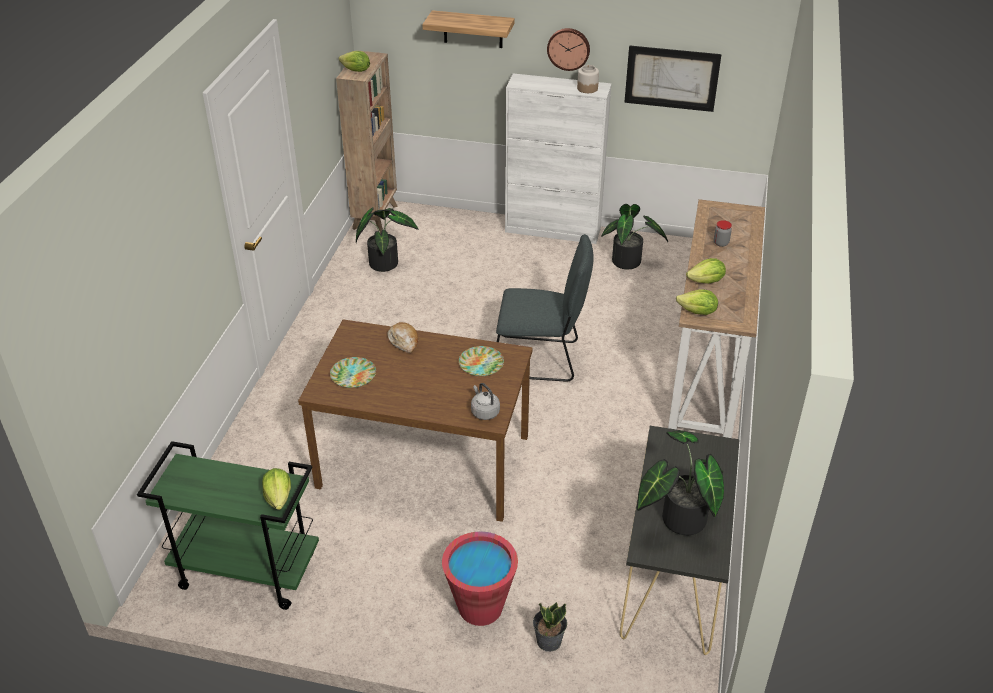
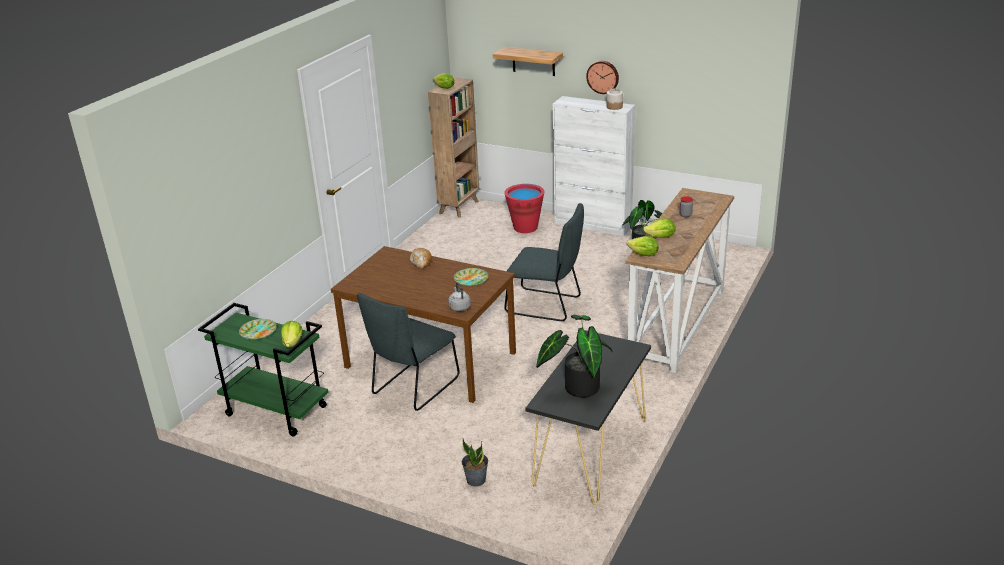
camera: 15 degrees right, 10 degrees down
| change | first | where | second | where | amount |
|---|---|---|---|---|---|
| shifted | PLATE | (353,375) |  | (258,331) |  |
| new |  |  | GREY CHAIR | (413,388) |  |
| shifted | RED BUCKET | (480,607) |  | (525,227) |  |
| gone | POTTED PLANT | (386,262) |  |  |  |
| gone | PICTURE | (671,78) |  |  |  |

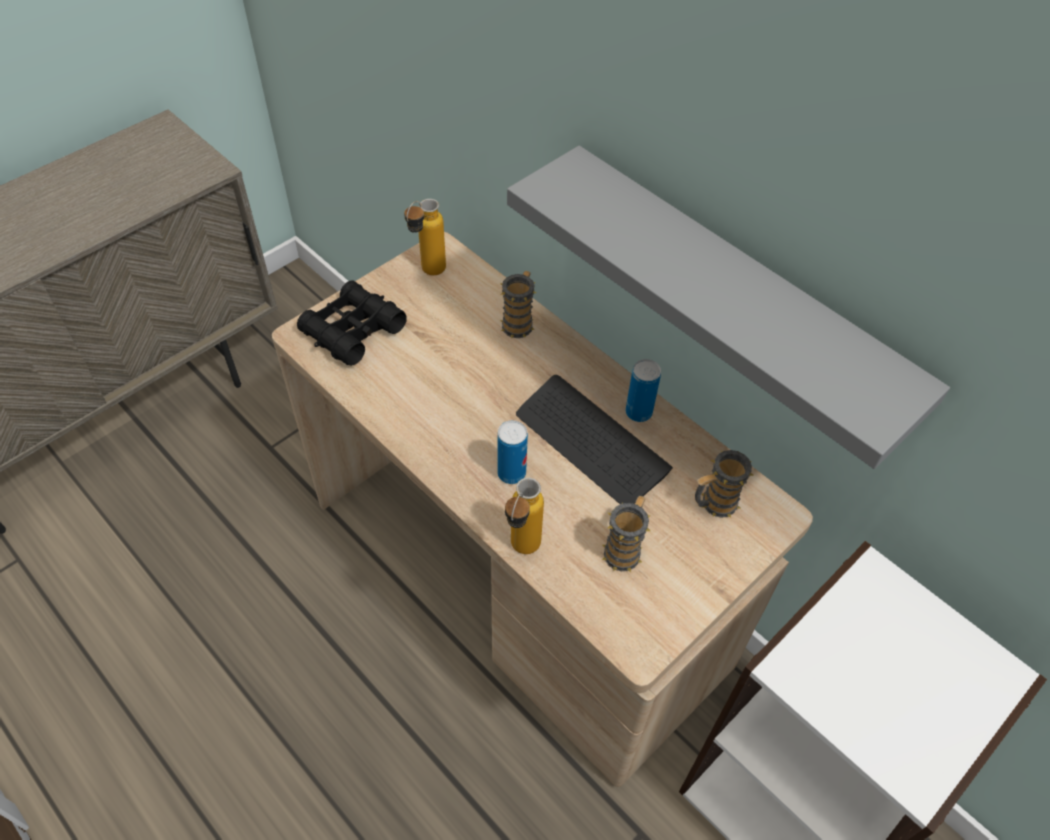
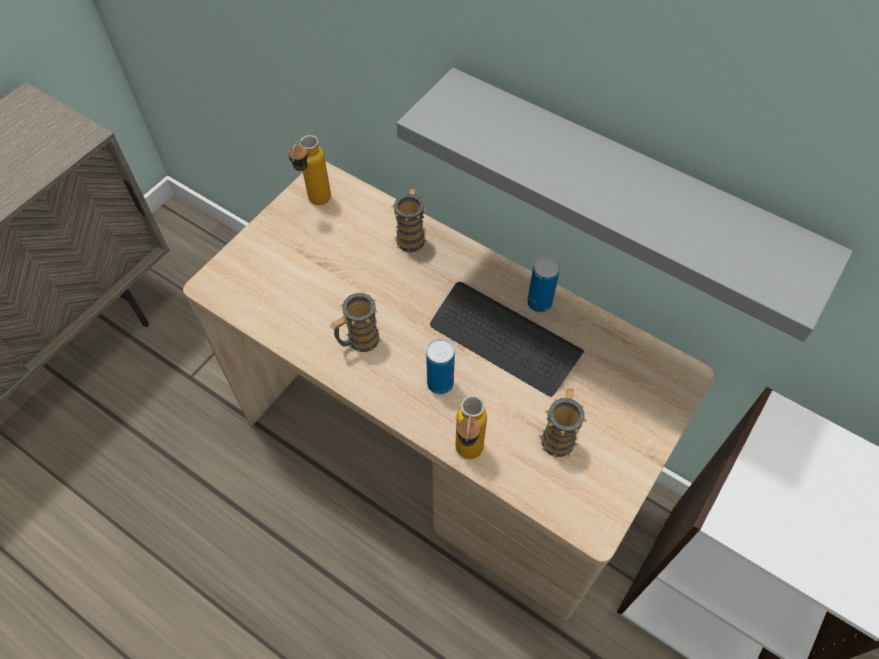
camera: 10 degrees left, 5 degrees up
| change | first | where | second | where | amount |
|---|---|---|---|---|---|
| shifted | MUG | (713,504) |  | (358,342) |  |
| gone | BLACK BINOCULARS | (352,331) |  |  |  |

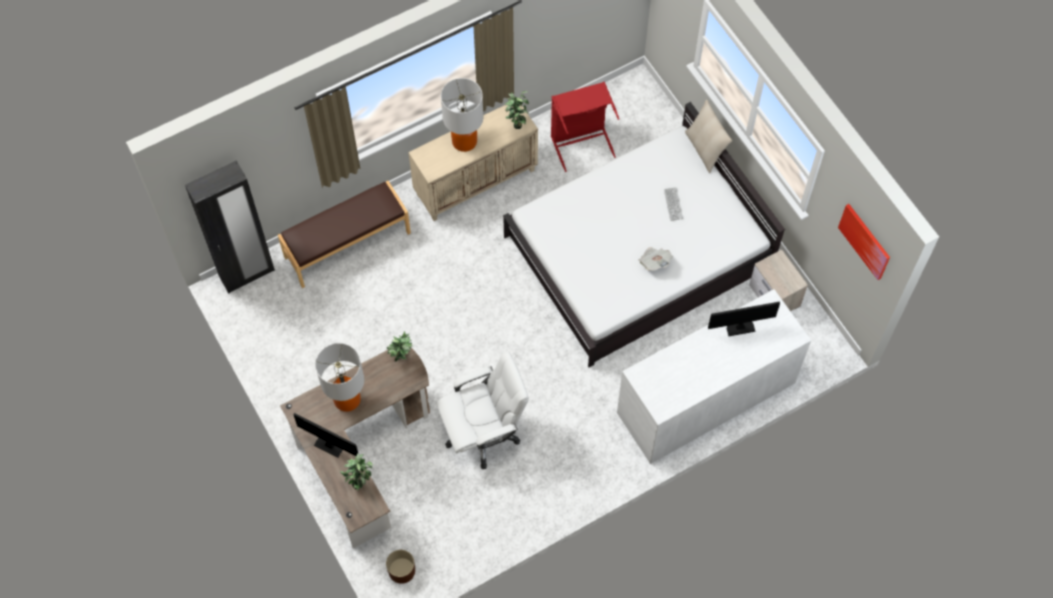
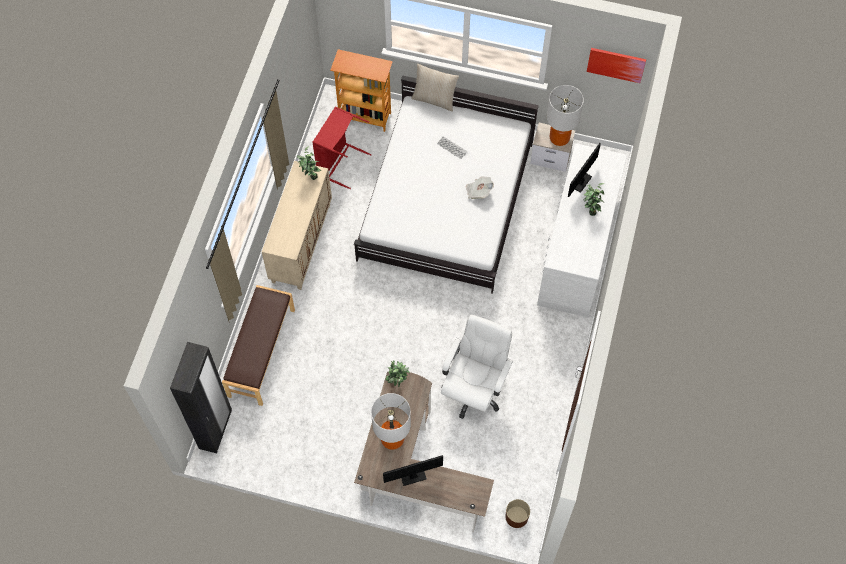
camera: 45 degrees left, 0 degrees up
| change | first | where | second | where | amount |
|---|---|---|---|---|---|
| new |  |  | BOOKCASE | (365,116) |  |
| shifted | TABLE LAMP | (464,141) |  | (559,137) |  |
| shifted | POTTED PLANT | (360,480) |  | (590,209) |  |

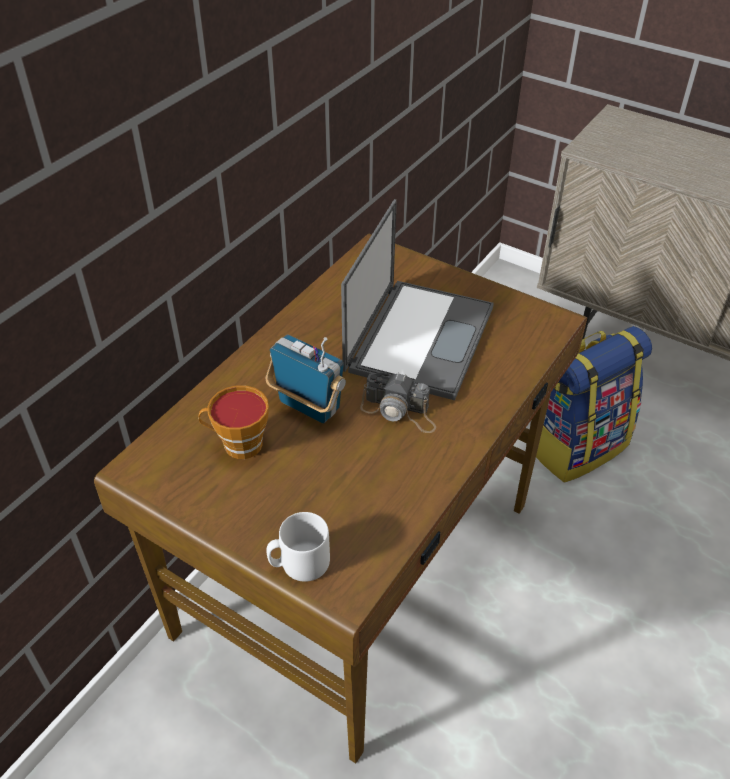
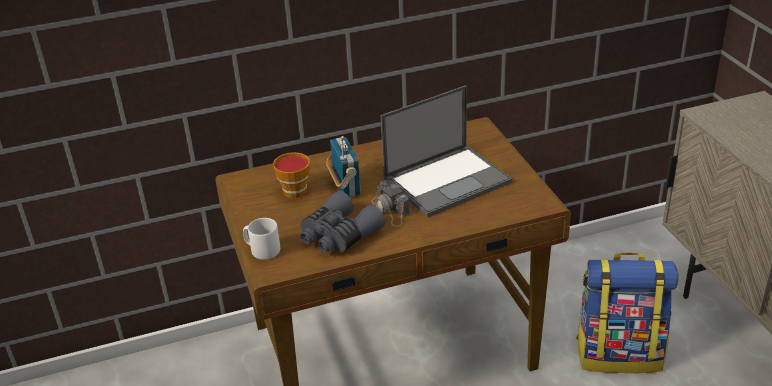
camera: 40 degrees right, 10 degrees down
| change | first | where | second | where | amount |
|---|---|---|---|---|---|
| new |  |  | GREY BINOCULARS | (338,235) |  |

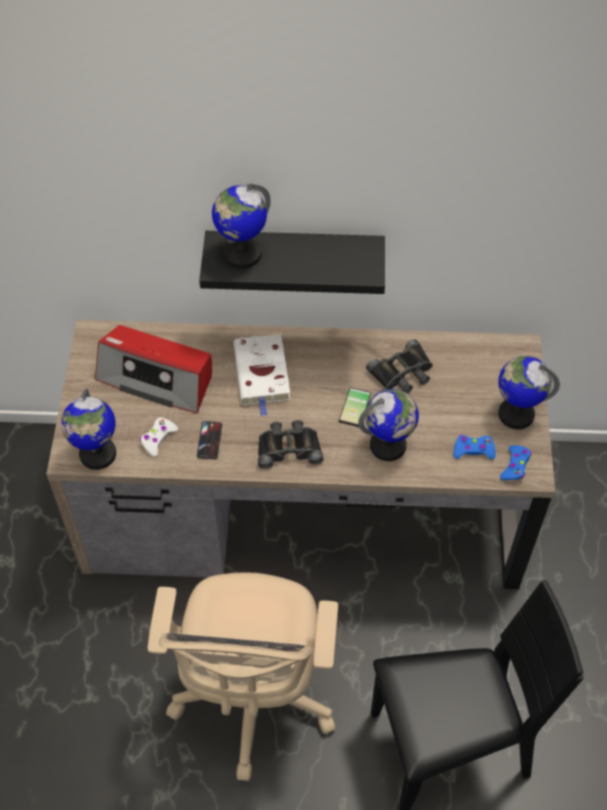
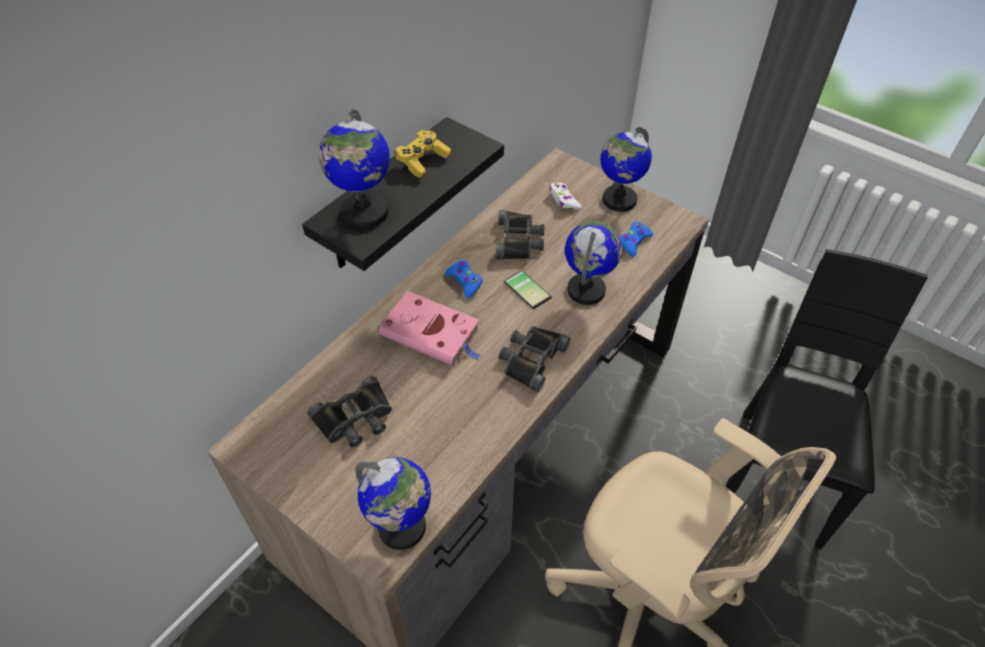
camera: 55 degrees left, 5 degrees down
| change | first | where | second | where | amount |
|---|---|---|---|---|---|
| swapped | RADIO | (157,378) | BLACK BINOCULARS | (355,419) |  |
| repainted | WHITE BOOK | (262,375) | PINK BOOK | (433,333) |  |
| new |  |  | YELLOW GAME CONTROLLER | (422,161) |  |
| shifted | BLUE GAME CONTROLLER | (515,466) |  | (465,282) |  |
| shifted | WHITE GAME CONTROLLER | (158,439) |  | (564,200) |  |
| gone | PHONE | (209,440) |  |  |  |

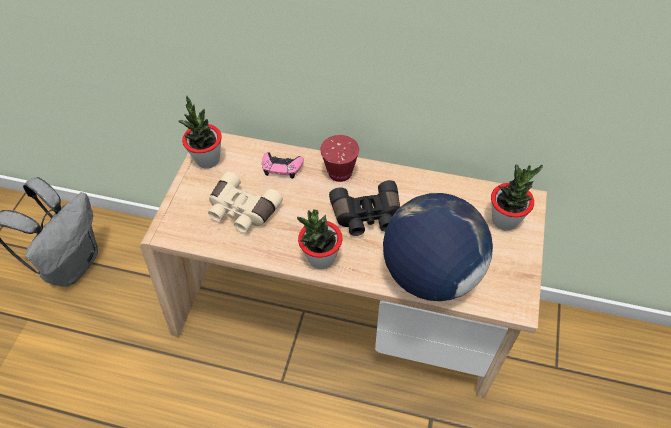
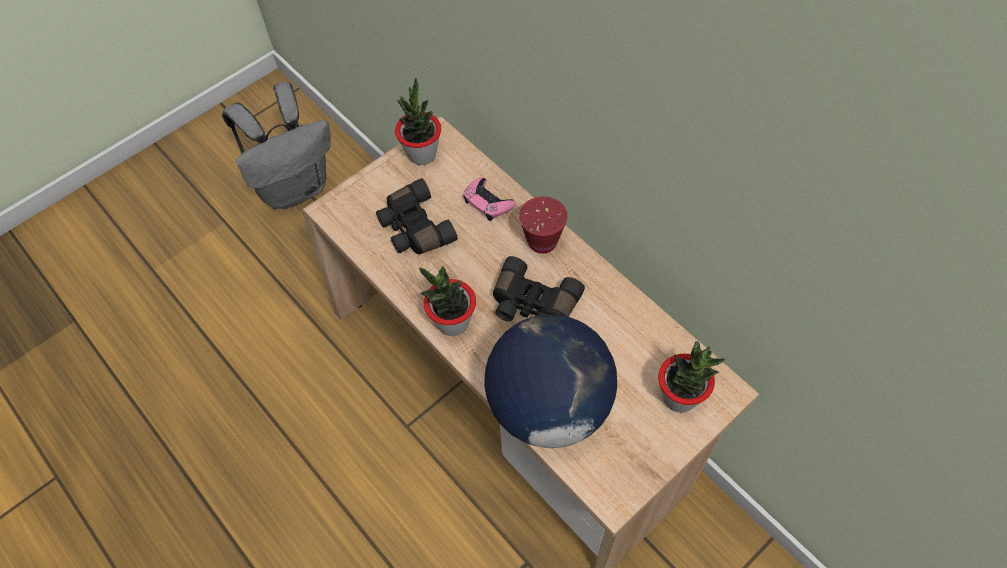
camera: 35 degrees right, 5 degrees up
| change | first | where | second | where | amount |
|---|---|---|---|---|---|
| repainted | BEIGE BINOCULARS | (241,211) | BLACK BINOCULARS | (414,228) |  |

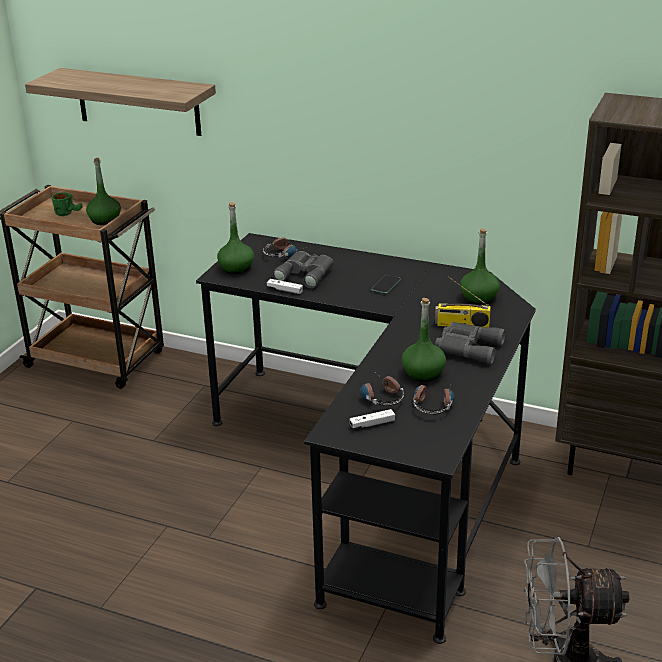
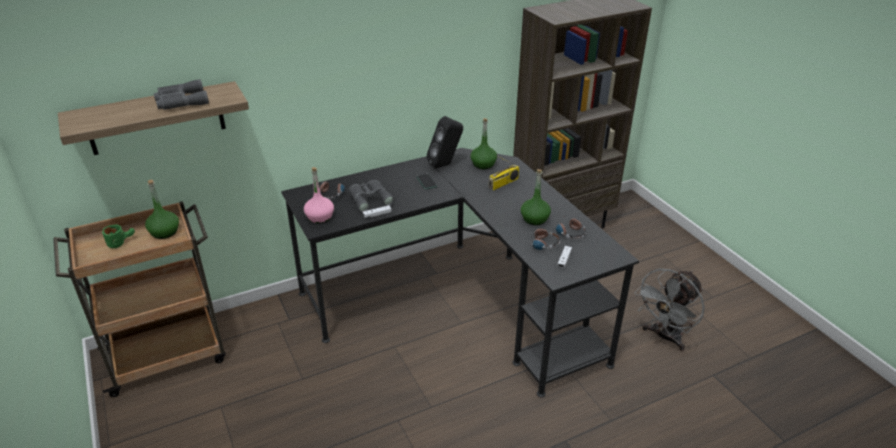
camera: 50 degrees left, 5 degrees up
| change | first | where | second | where | amount |
|---|---|---|---|---|---|
| shifted | GREY BINOCULARS | (467,347) |  | (180,101) |  |
| repainted | GREEN BOTTLE | (236,268) | PINK BOTTLE | (320,217) |  |
| new |  |  | BLACK SPEAKER | (445,165) |  |

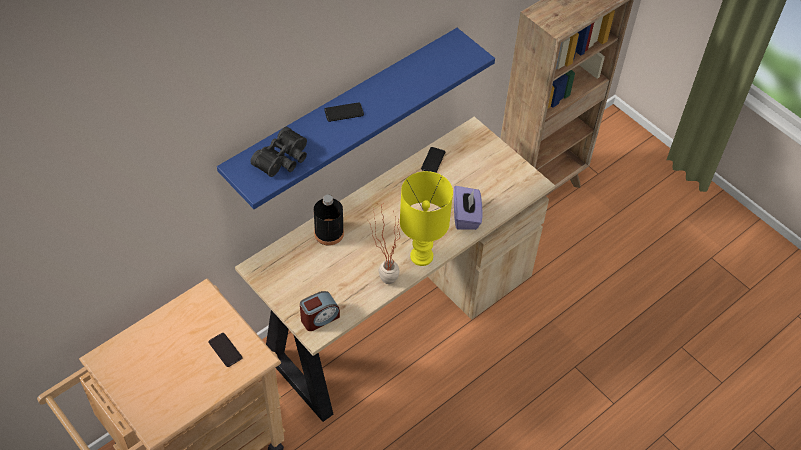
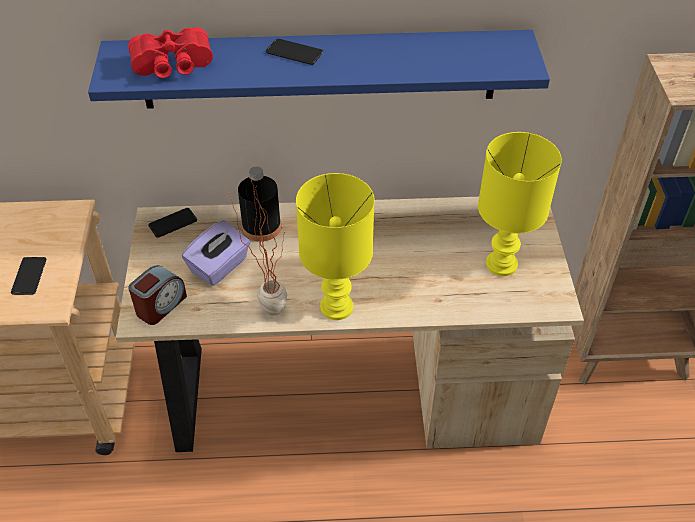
camera: 40 degrees right, 5 degrees down
| change | first | where | second | where | amount |
|---|---|---|---|---|---|
| repainted | BLACK BINOCULARS | (284,160) | RED BINOCULARS | (173,66) |  |
| rotated | ALARM CLOCK | (319,318) |  | (161,305) | 60 degrees counterclockwise |
| shifted | PHONE | (433,160) |  | (173,223) |  |
| shifted | PURPLE TISSUE BOX | (466,216) |  | (219,266) |  |
| new |  |  | YELLOW TABLE LAMP | (500,265) |  |

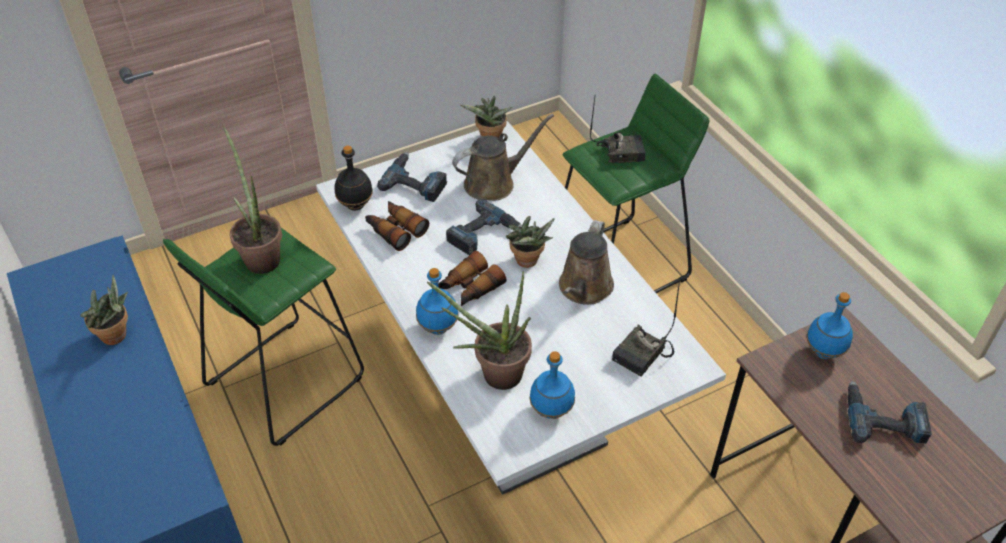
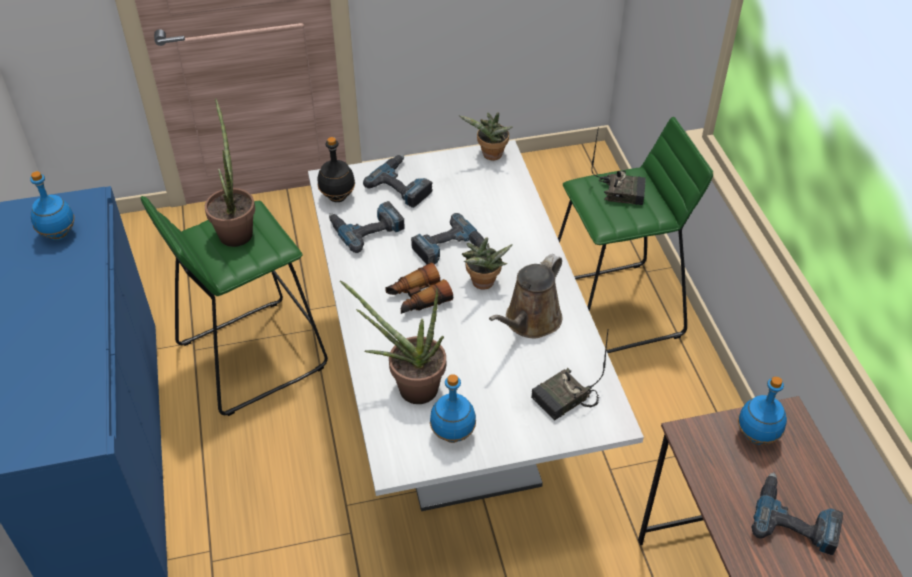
camera: 15 degrees right, 0 degrees up
| change | first | where | second | where | amount |
|---|---|---|---|---|---|
| shifted | BLUE BOTTLE | (438,327) |  | (59,234) |  |
| swapped | BINOCULARS | (395,230) | POWER DRILL | (366,228) |  |
| gone | POTTED PLANT | (118,336) |  |  |  |
| gone | BROWN WATERING CAN | (494,183) |  |  |  |

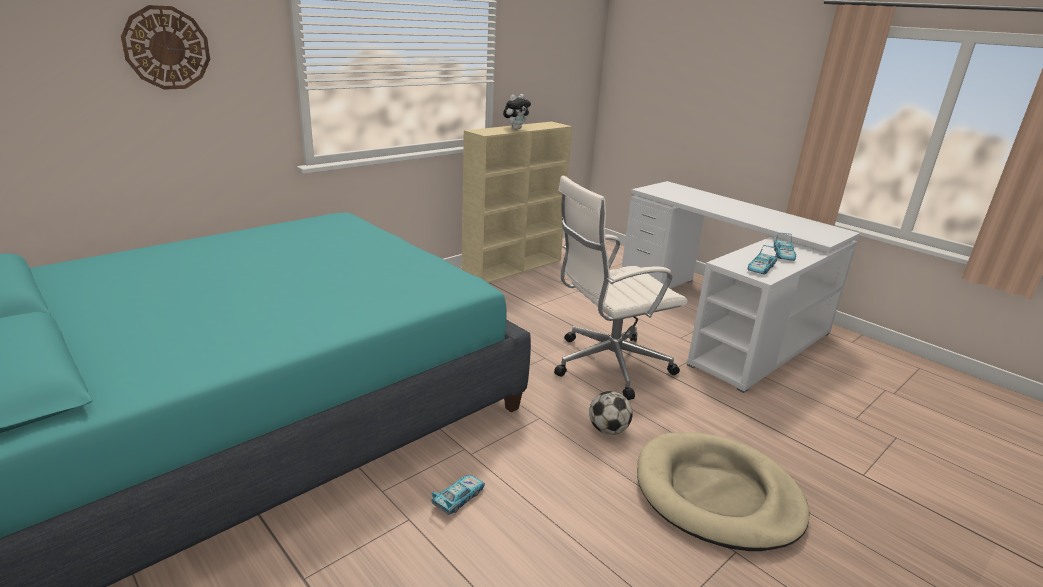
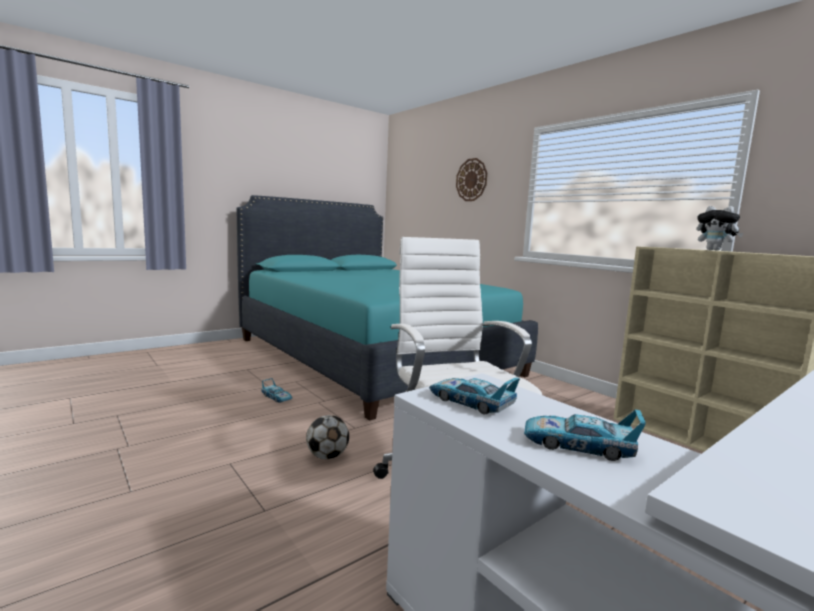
camera: 95 degrees right, 15 degrees down
| change | first | where | second | where | amount |
|---|---|---|---|---|---|
| gone | BEIGE DOG BED | (717,495) |  |  |  |

